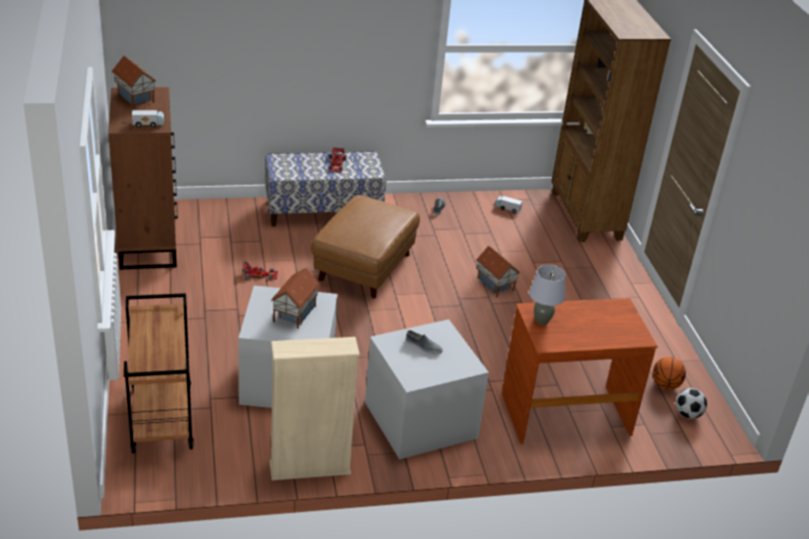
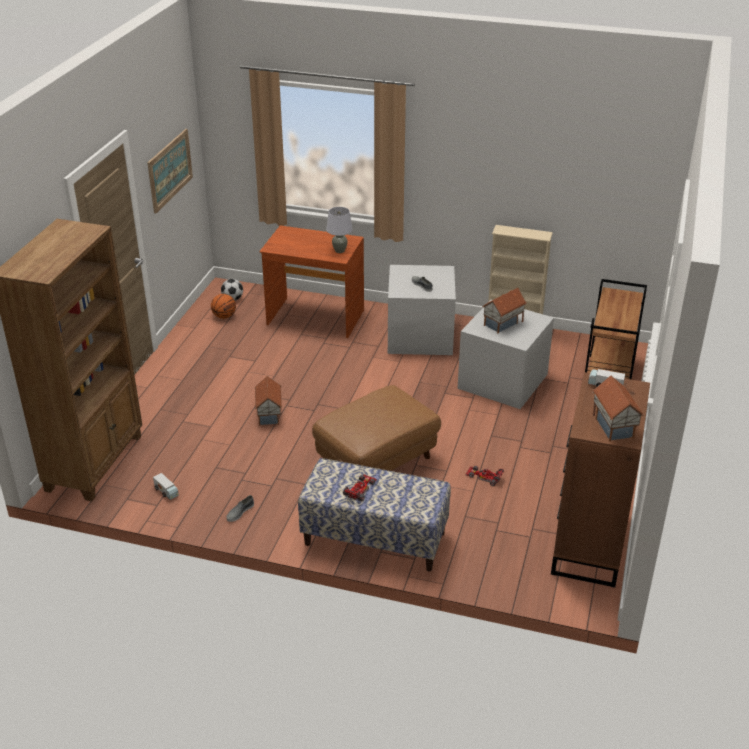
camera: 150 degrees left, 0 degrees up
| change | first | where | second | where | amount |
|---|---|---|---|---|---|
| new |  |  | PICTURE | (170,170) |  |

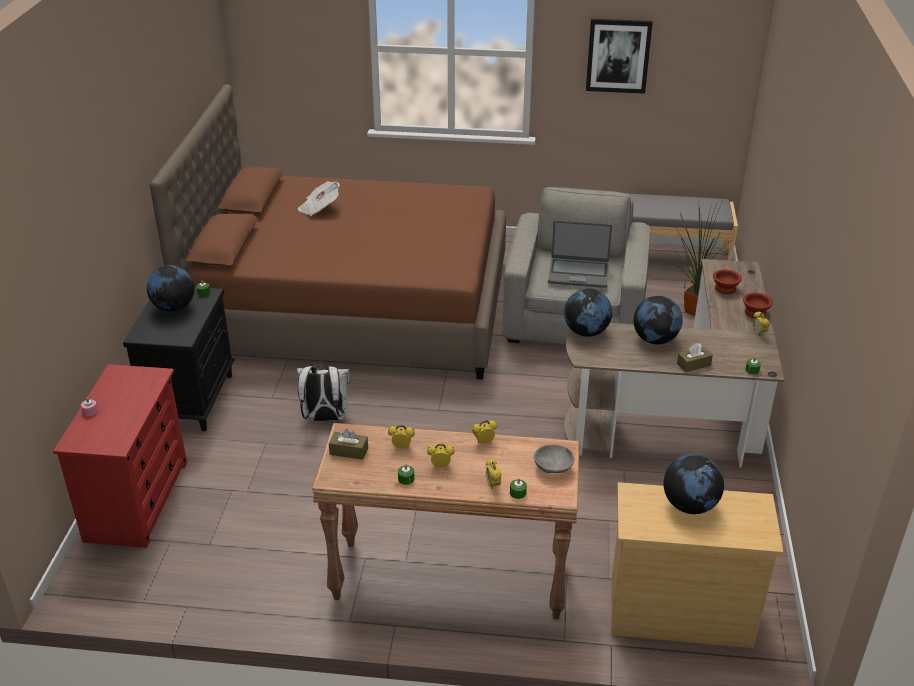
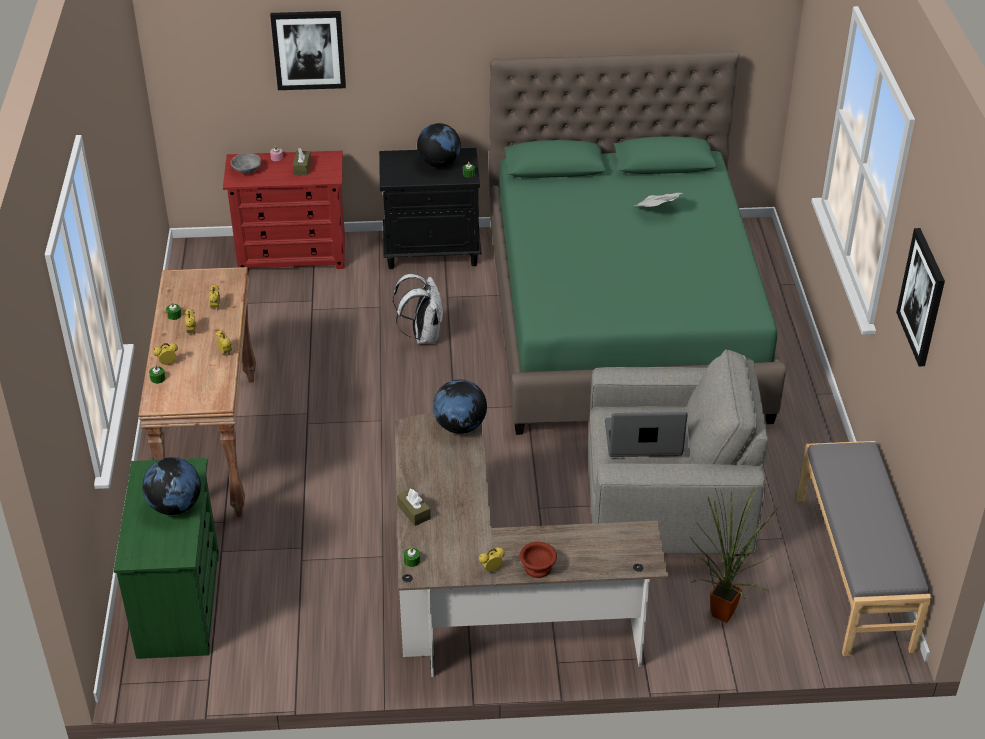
camera: 80 degrees right, 5 degrees up
| change | first | where | second | where | amount |
|---|---|---|---|---|---|
| repainted | BEIGE DRESSER | (679,612) | GREEN DRESSER | (179,603) |  |
| shifted | GREY BOWL | (553,468) |  | (246,170) |  |
| new |  |  | PICTURE | (308,50) |  |
| shifted | BROWN TISSUE BOX | (349,451) |  | (302,167) |  |
| repainted | BROWN BED | (352,306) | GREEN BED | (624,320) |  |
| rotated | LAPTOP | (578,273) |  | (643,440) | 90 degrees clockwise |
| gone | GLOBE | (655,340) |  |  |  |
| gone | BROWN BOWL | (725,288) |  |  |  |

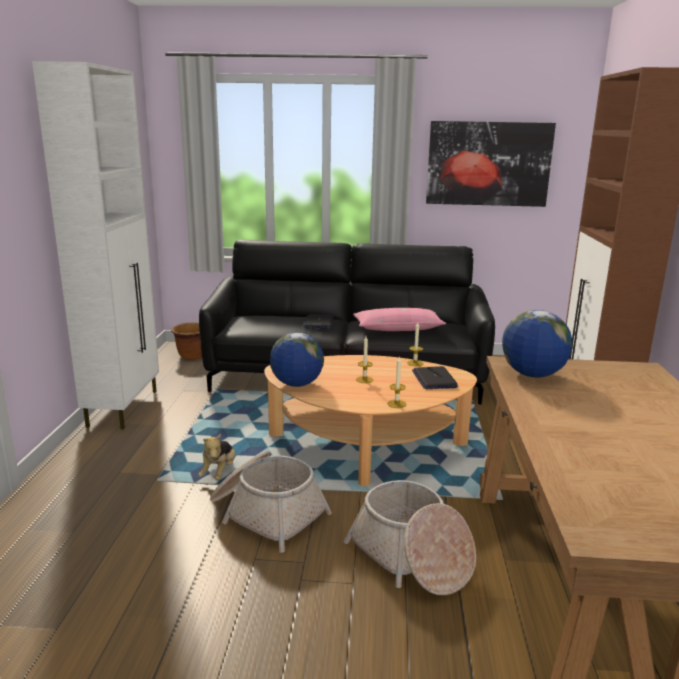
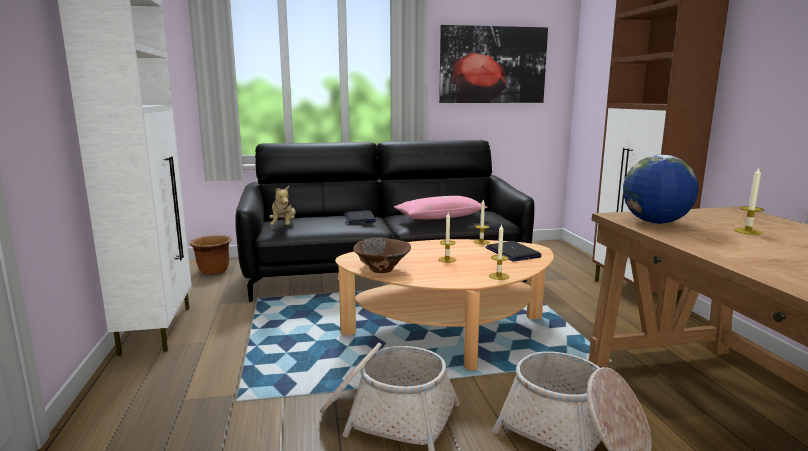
camera: 15 degrees left, 5 degrees down
| change | first | where | second | where | amount |
|---|---|---|---|---|---|
| shifted | PLUSH TOY | (219,472) |  | (284,226) |  |
| swapped | GLOBE | (297,384) | BROWN BOWL | (382,270) |  |
| new |  |  | CANDLE | (748,231) |  |

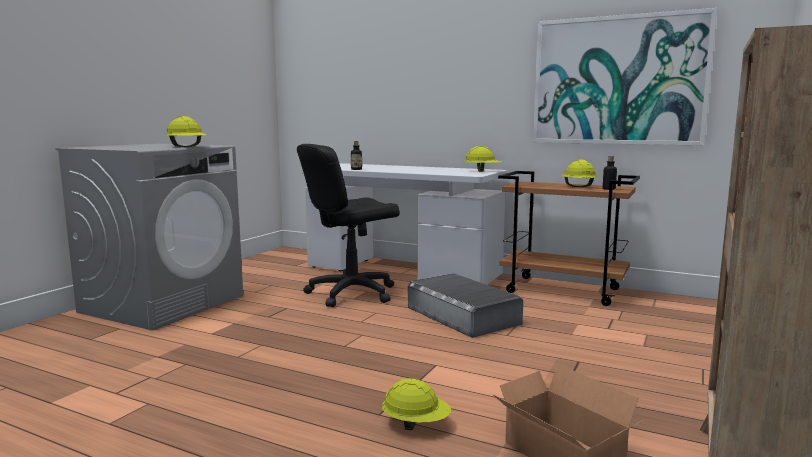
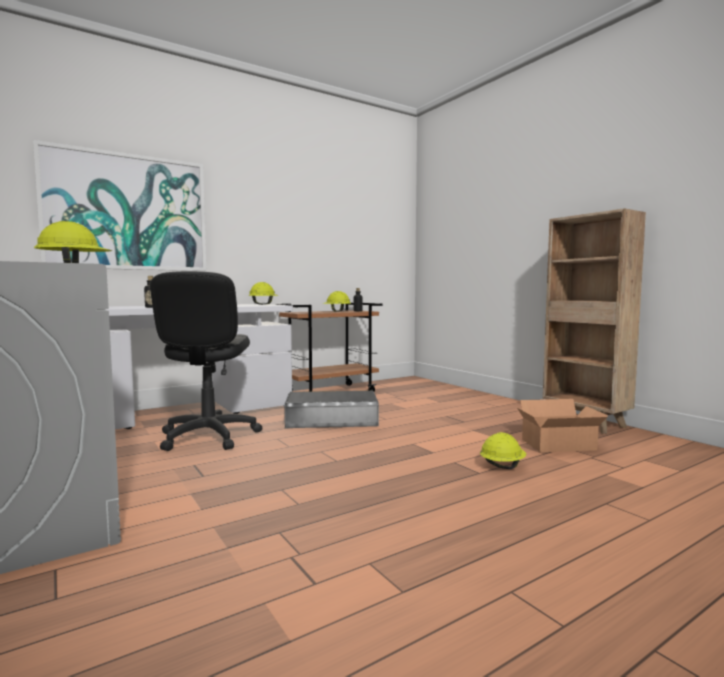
camera: 60 degrees left, 5 degrees down
| change | first | where | second | where | amount |
|---|---|---|---|---|---|
| shifted | PICTURE | (618,81) |  | (127,212) |  |

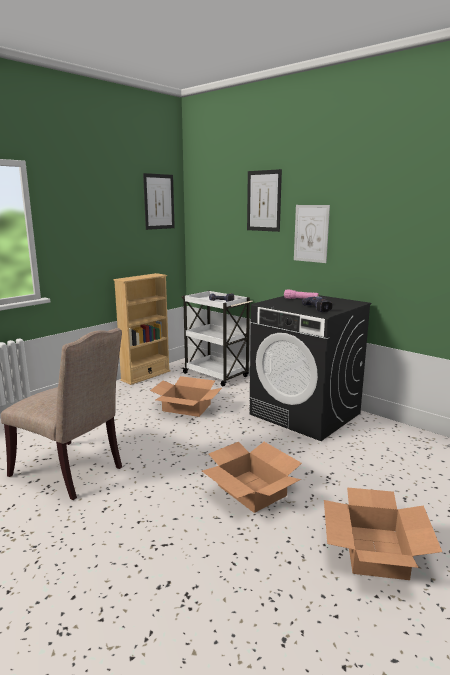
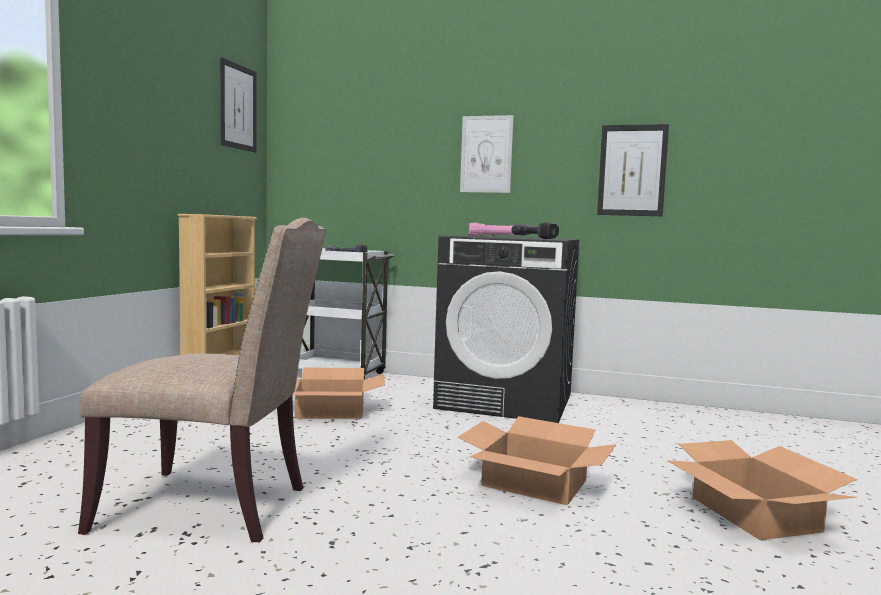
camera: 25 degrees left, 10 degrees down
| change | first | where | second | where | amount |
|---|---|---|---|---|---|
| shifted | PICTURE | (264,201) |  | (632,170) |  |

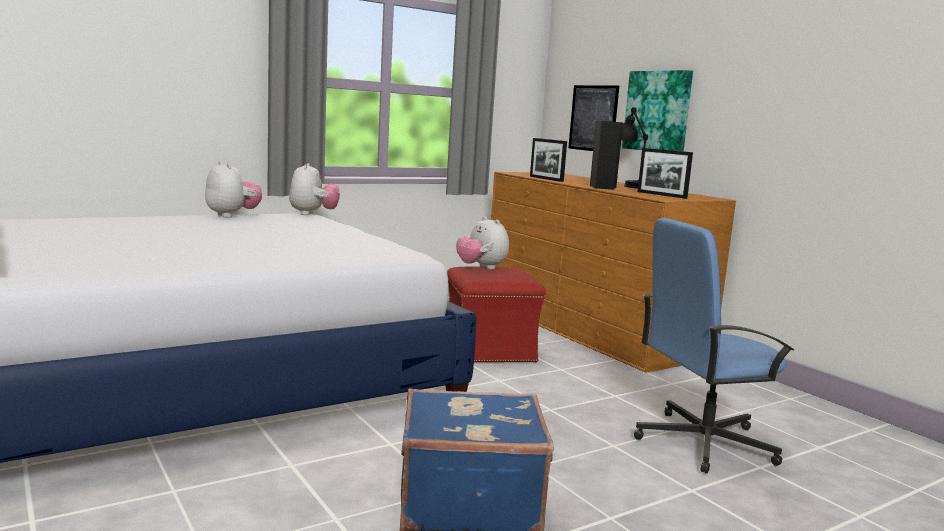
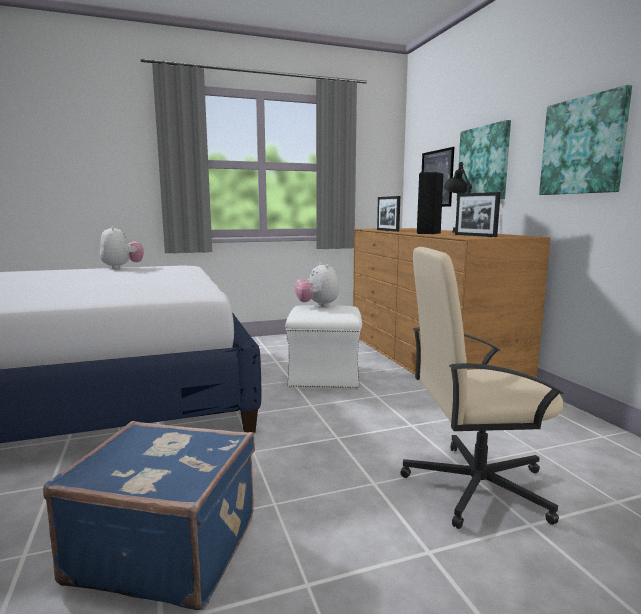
camera: 15 degrees right, 0 degrees up
| change | first | where | second | where | amount |
|---|---|---|---|---|---|
| repainted | RED OTTOMAN | (489,350) | WHITE OTTOMAN | (324,376) |  |
| repainted | BLUE OFFICE CHAIR | (702,442) | BEIGE OFFICE CHAIR | (474,486) |  |
| new |  |  | PICTURE | (583,146) |  |
| gone | PLUSH TOY | (313,214) |  |  |  |

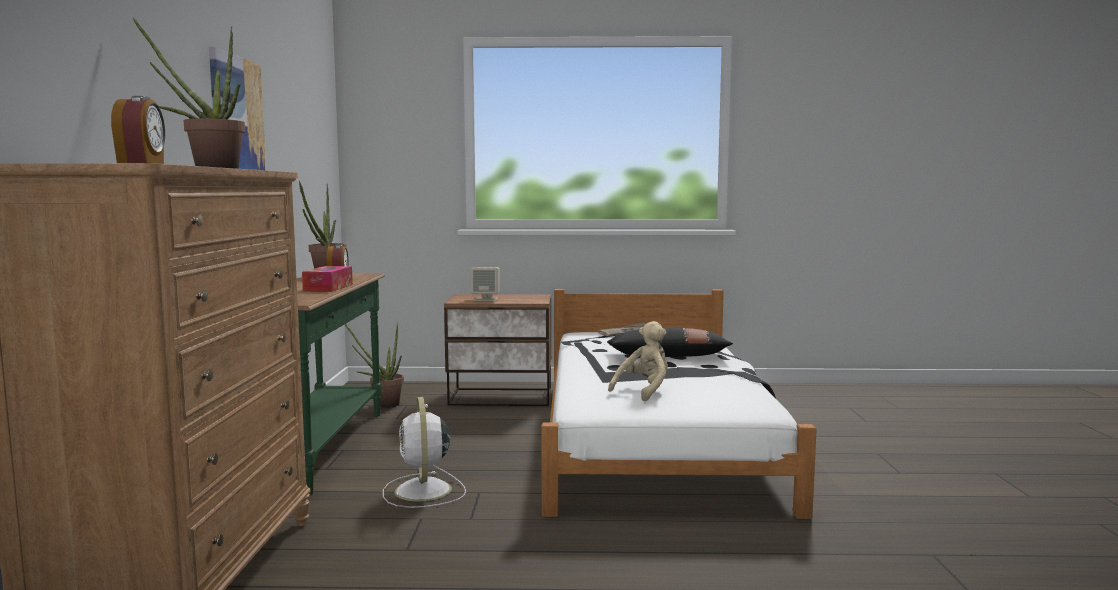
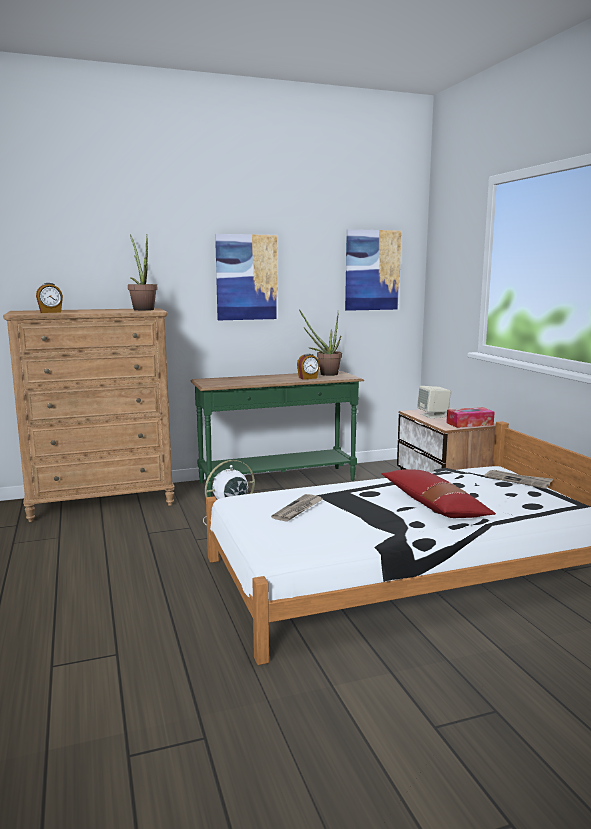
camera: 70 degrees right, 5 degrees up
| change | first | where | second | where | amount |
|---|---|---|---|---|---|
| swapped | BEIGE PLUSH TOY | (644,391) | NEWSPAPER | (298,509) |  |
| new |  |  | PICTURE | (372,270) |  |
| repainted | BLACK PILLOW | (668,357) | RED PILLOW | (433,506) |  |
| shifted | TISSUE BOX | (328,288) |  | (469,424) |  |
| gone | POTTED PLANT | (382,404) |  |  |  |

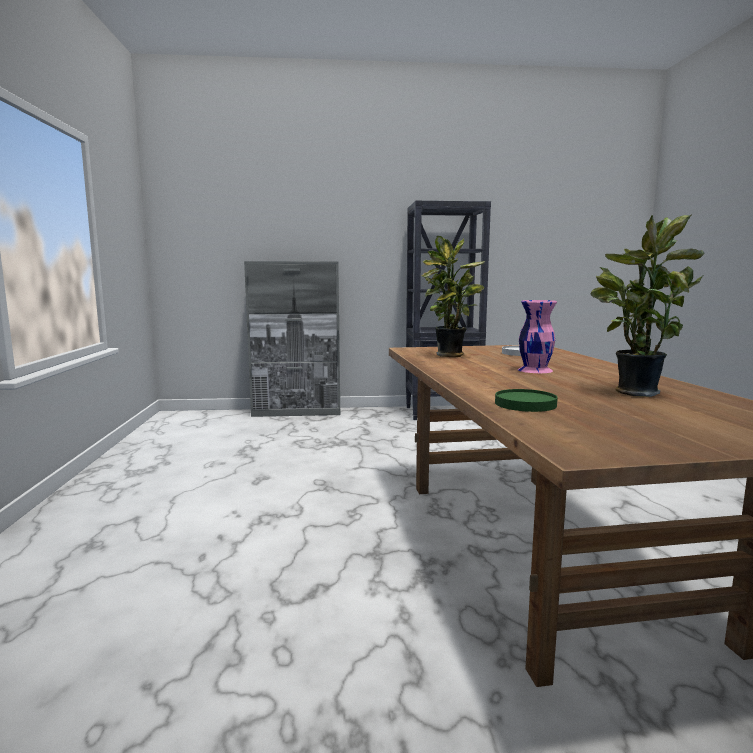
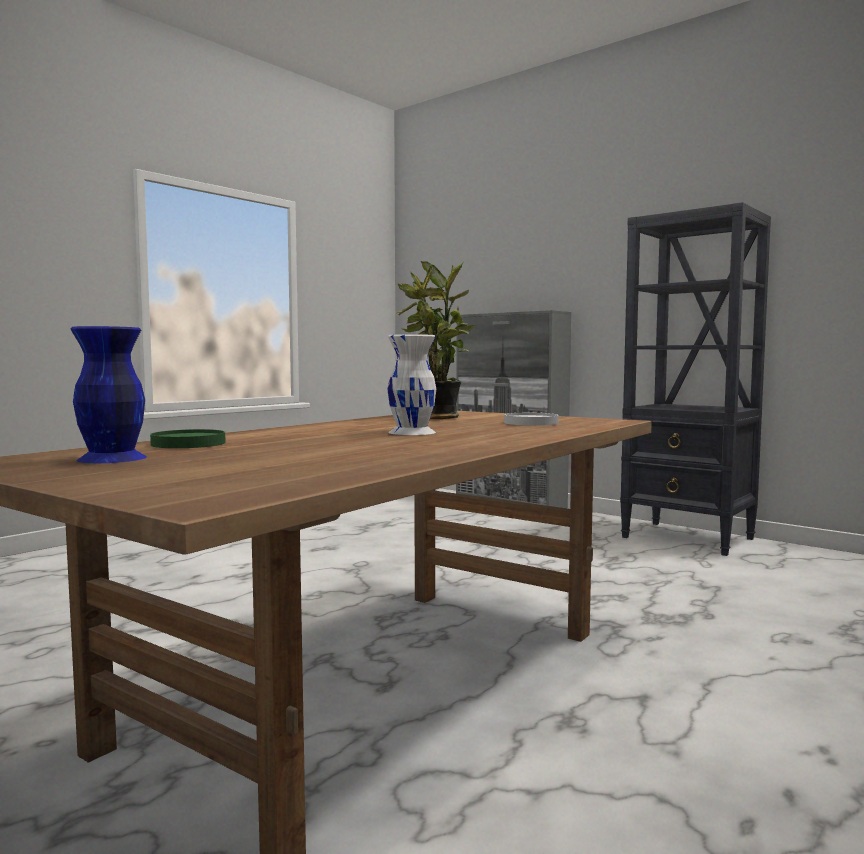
camera: 45 degrees right, 5 degrees down
| change | first | where | second | where | amount |
|---|---|---|---|---|---|
| new |  |  | BLUE VASE | (110,458) |  |
| repainted | PINK VASE | (534,370) | WHITE VASE | (412,432) |  |
| gone | POTTED PLANT | (633,392) |  |  |  |

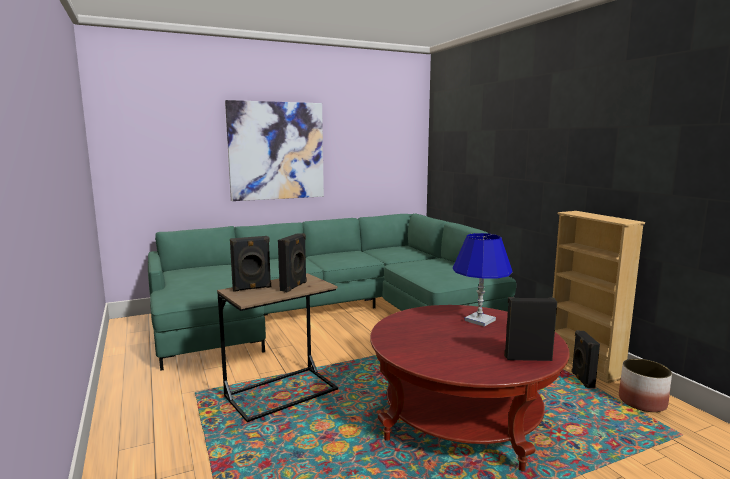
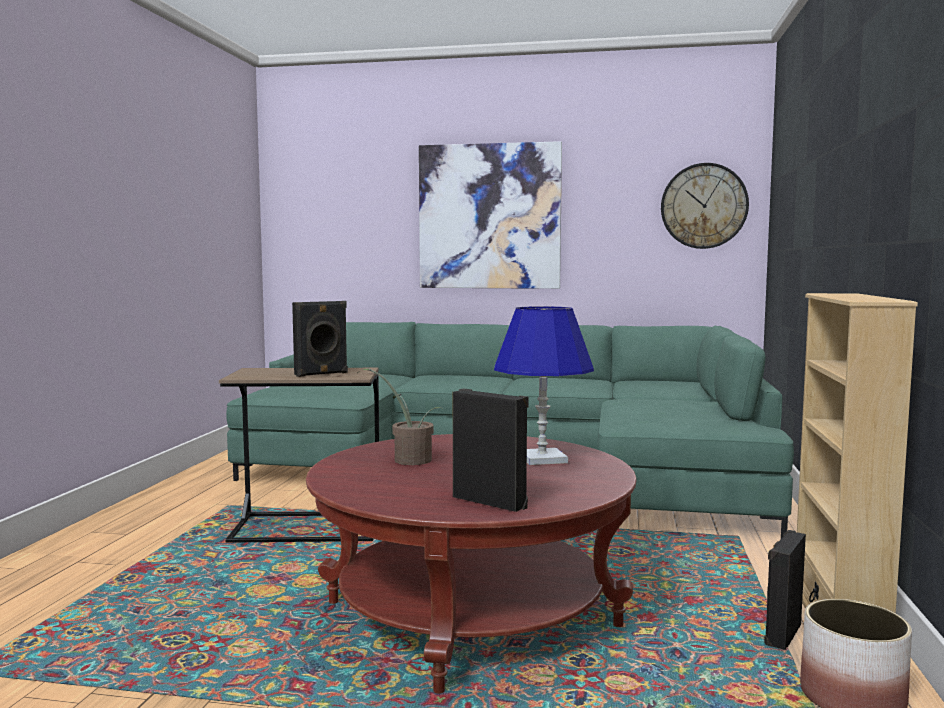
camera: 35 degrees right, 5 degrees down
| change | first | where | second | where | amount |
|---|---|---|---|---|---|
| new |  |  | POTTED PLANT | (408,459) |  |
| new |  |  | WALL CLOCK | (704,206) |  |
| gone | BLACK SPEAKER | (252,288) |  |  |  |

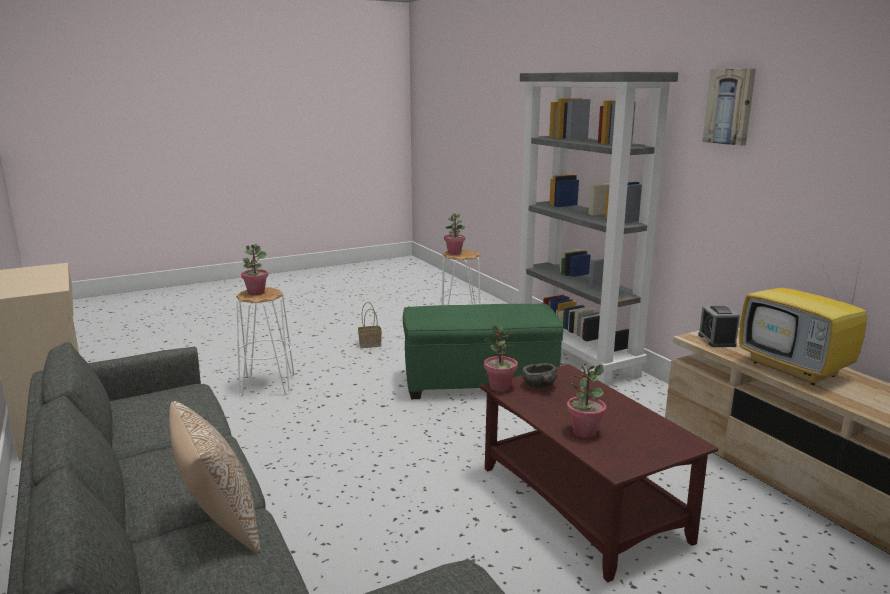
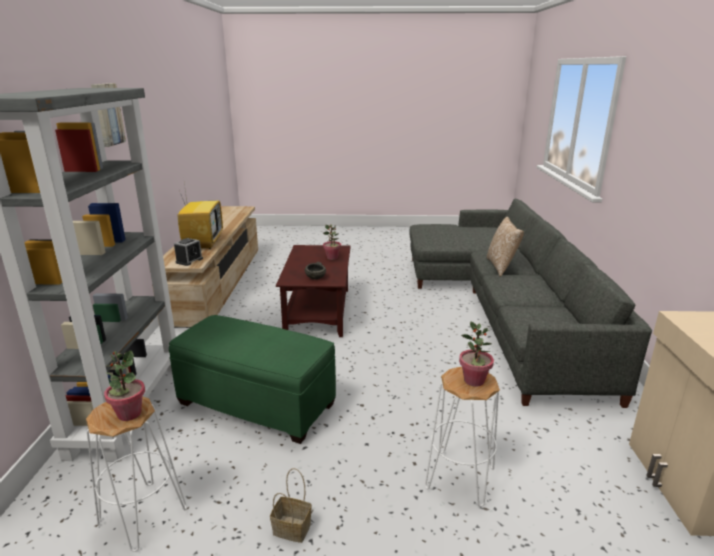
camera: 150 degrees left, 5 degrees up
| change | first | where | second | where | amount |
|---|---|---|---|---|---|
| gone | POTTED PLANT | (500,387) |  |  |  |

